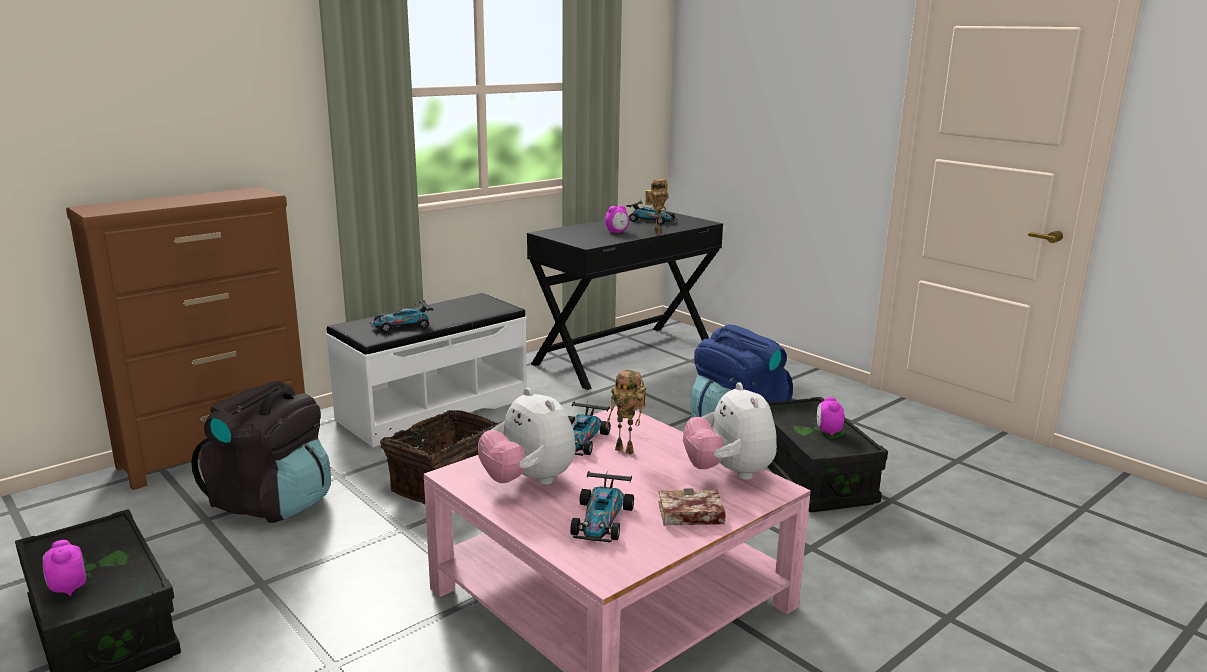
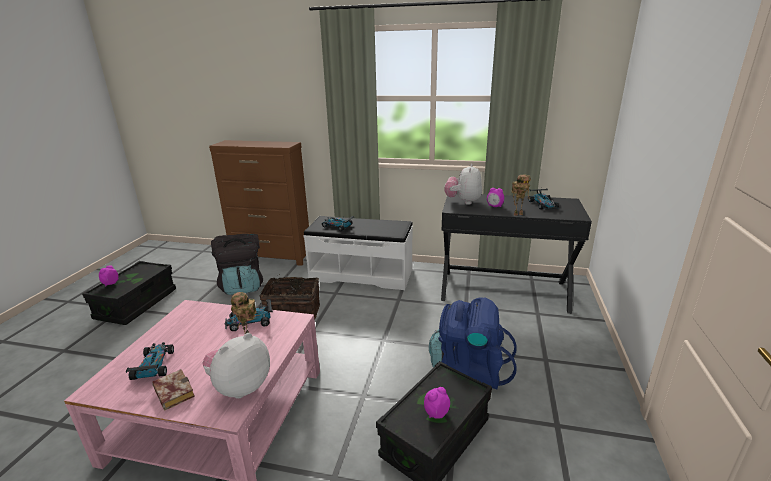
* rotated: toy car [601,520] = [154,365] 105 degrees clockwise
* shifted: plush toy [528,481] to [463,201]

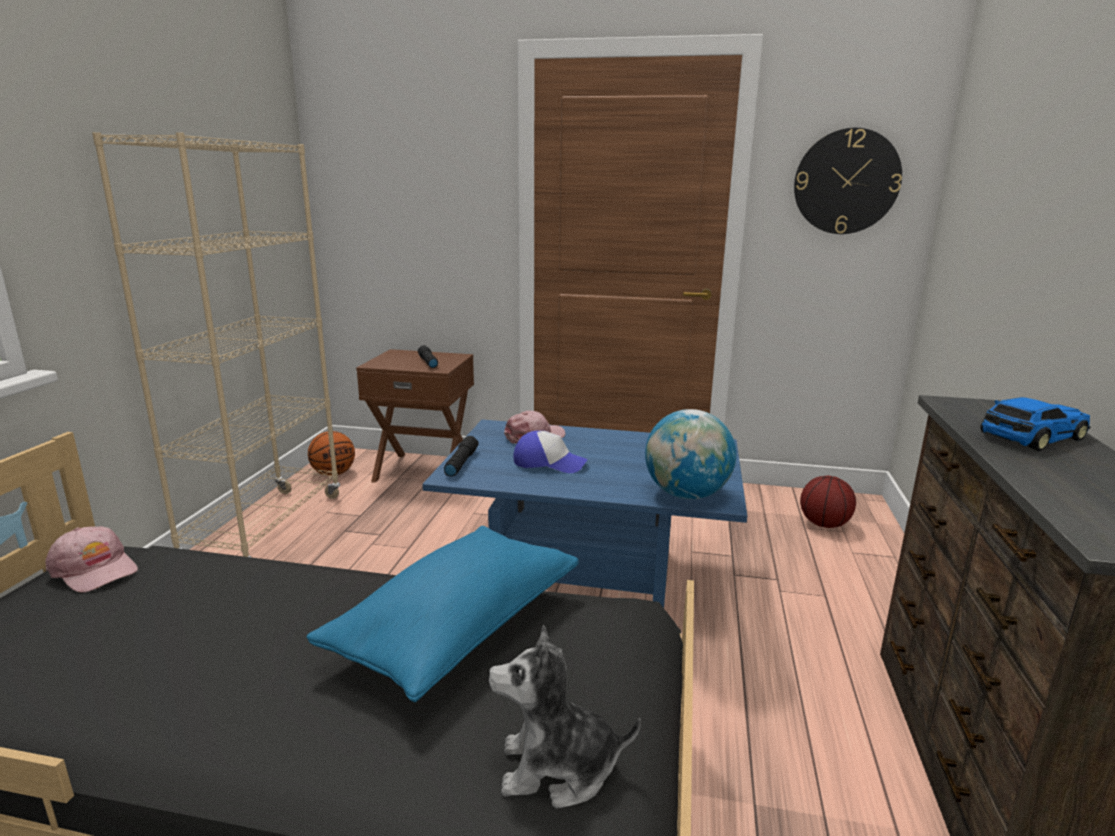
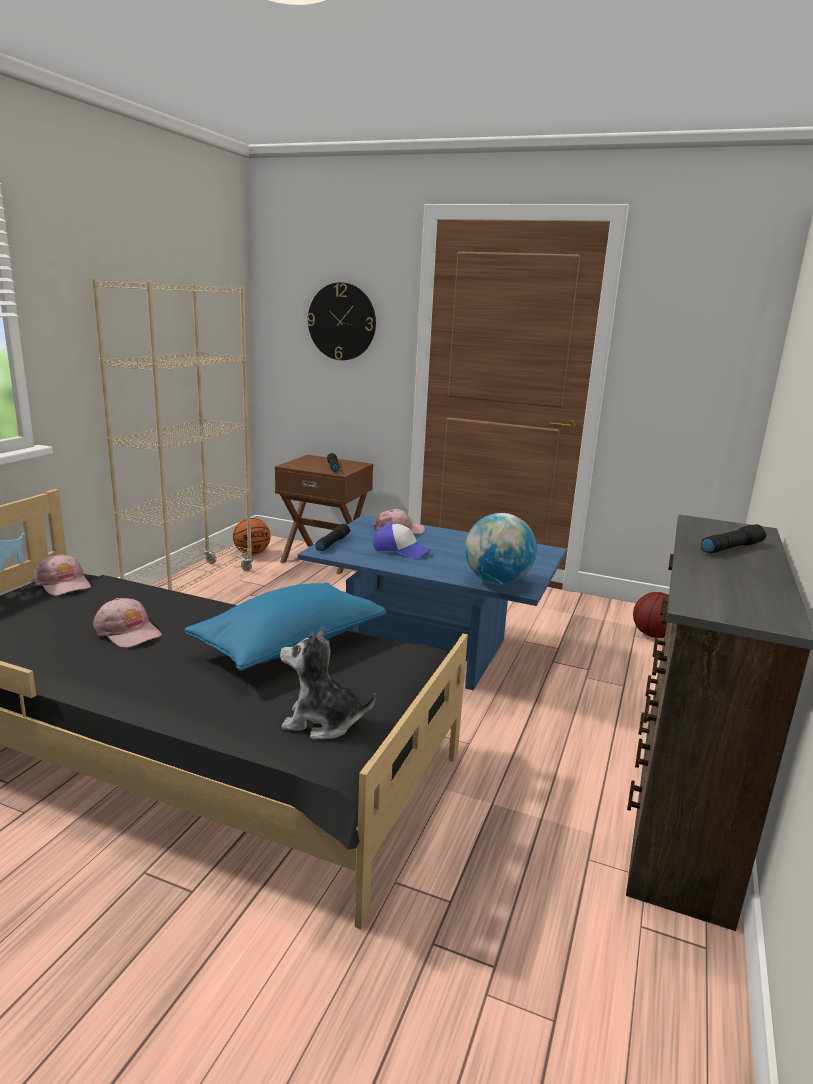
* new: pink cap [128,632]
* shifted: wall clock [846,182] to [342,321]
* swapped: toy car [1030,437] to black flashlight [731,547]

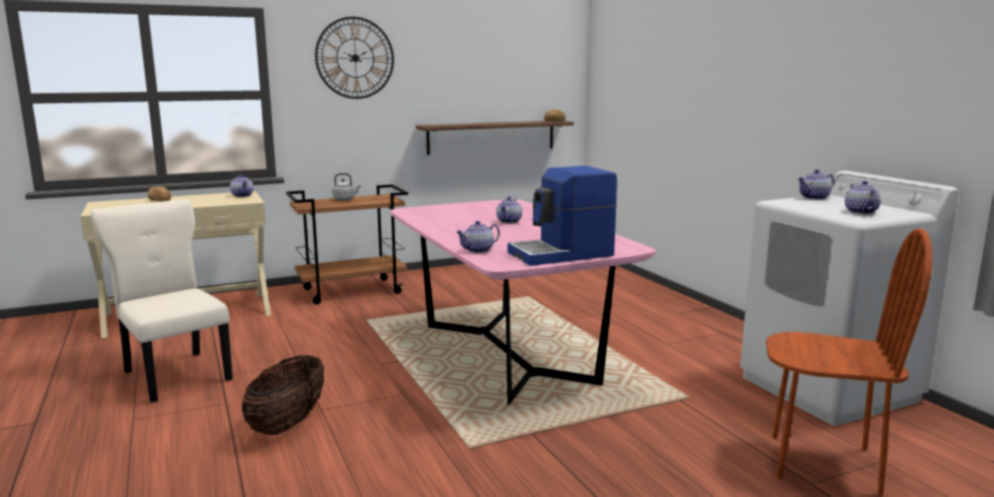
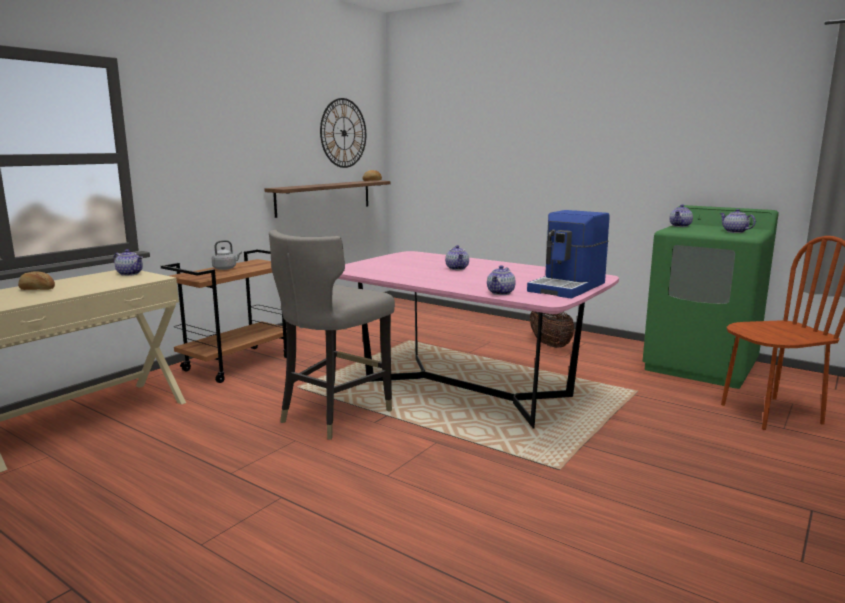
* new: grey stool [333,415]
* shifted: wall clock [355,58] to [343,133]
* shifted: basket [288,423] to [550,344]
* repainted: white washing machine [829,389] to green washing machine [701,366]
* gone: beige chair [176,374]

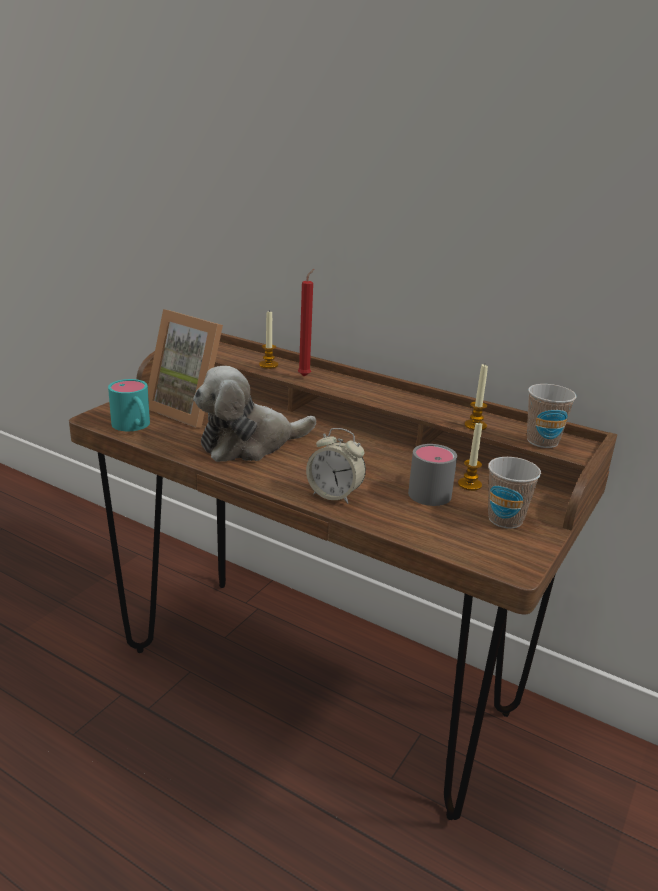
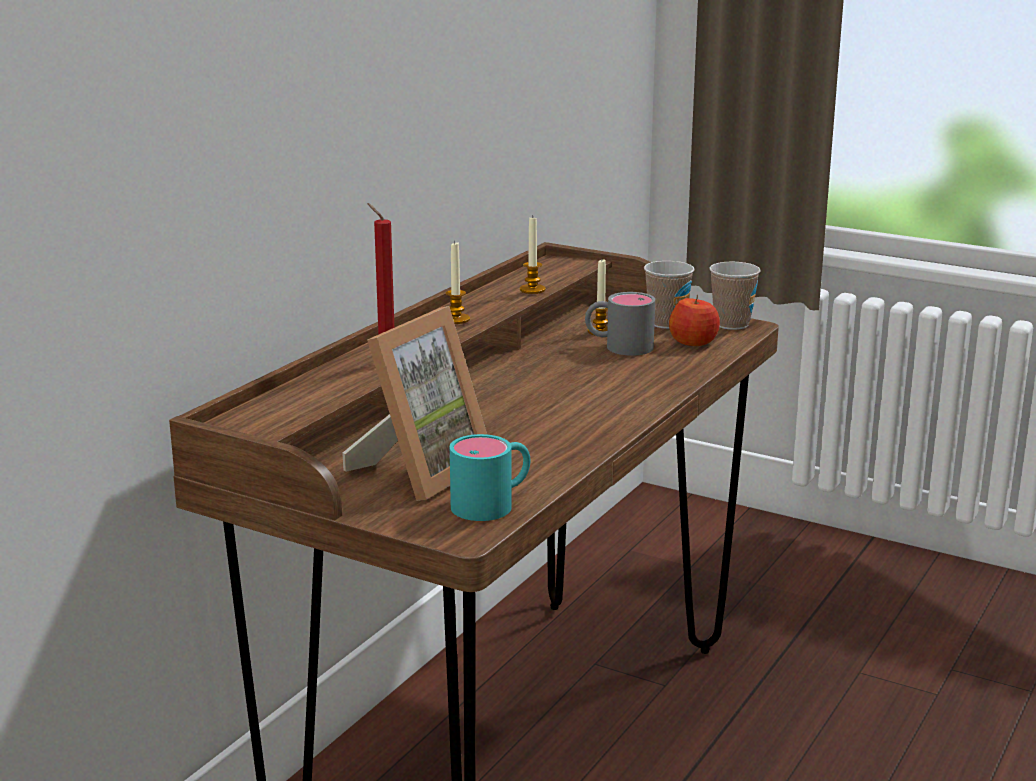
* shifted: candle [268,365] to [456,319]
* new: apple [694,342]
* shifted: cup [542,441] to [731,324]
* gone: plush toy [249,444]
* gone: alarm clock [334,495]

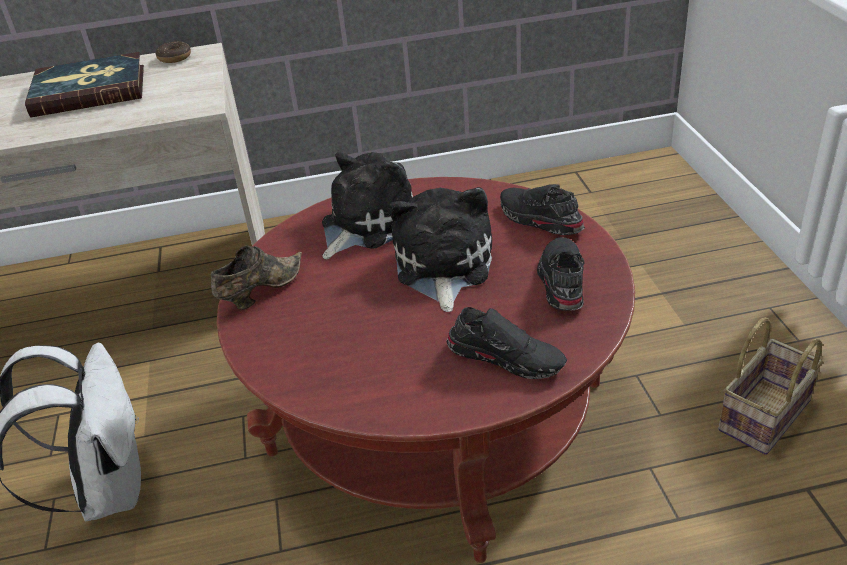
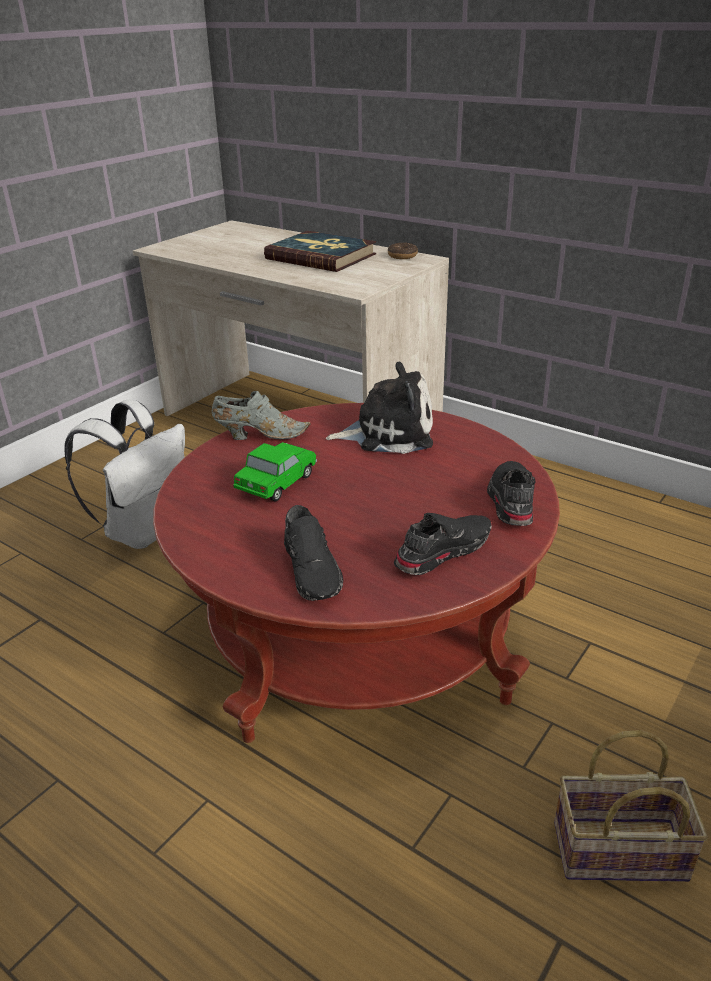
* repainted: brown shoe [260,292] to grey shoe [259,435]
* new: toy car [277,483]
* gone: plush toy [442,267]

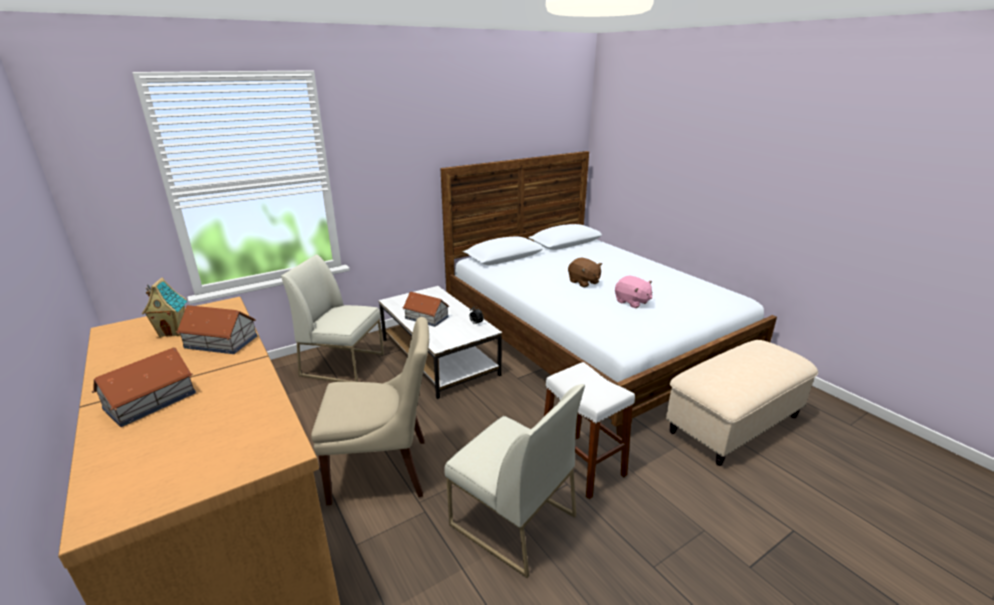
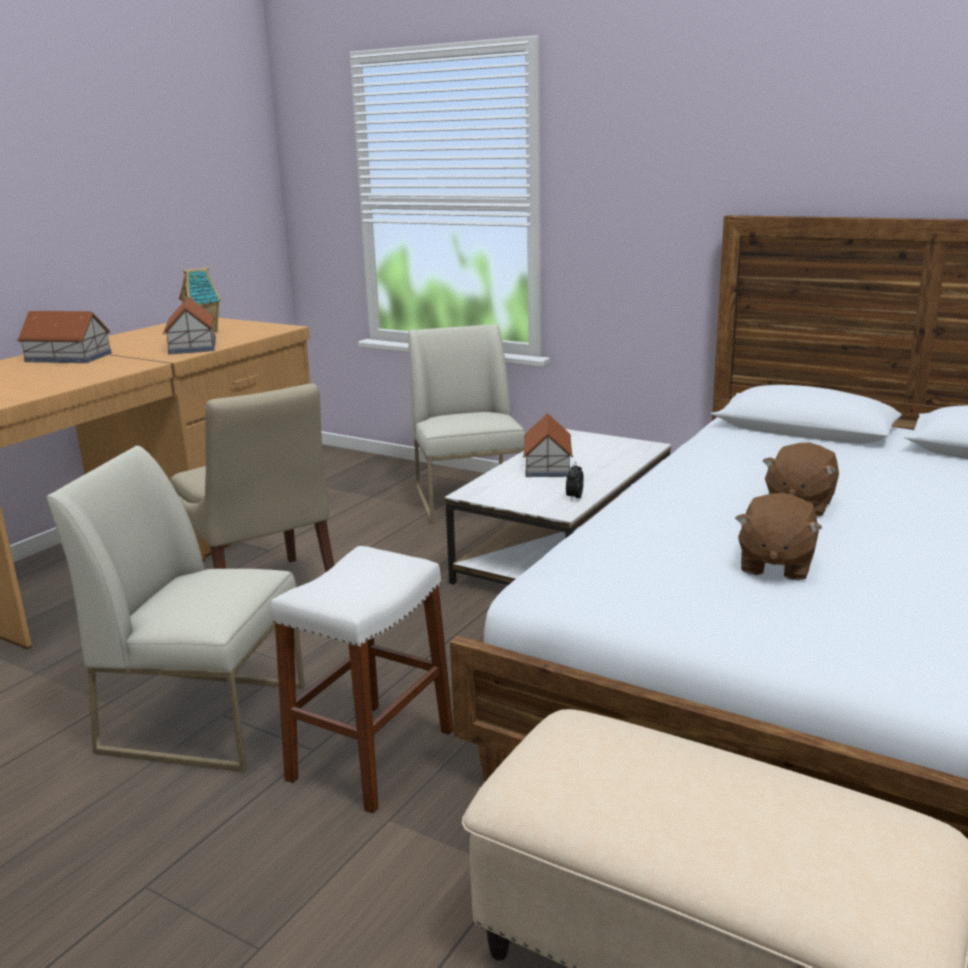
* rotated: white chair [511,520] = [207,717] 90 degrees clockwise
* repainted: pink plush toy [632,302] to brown plush toy [774,565]

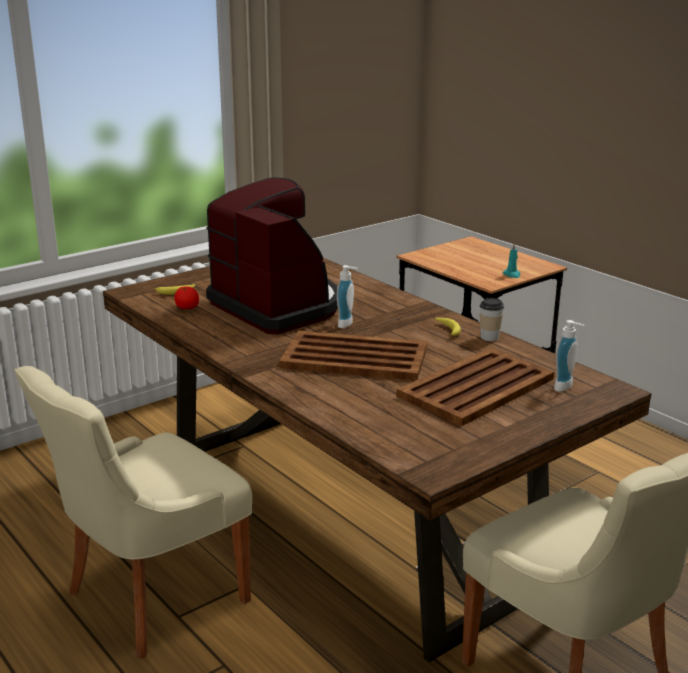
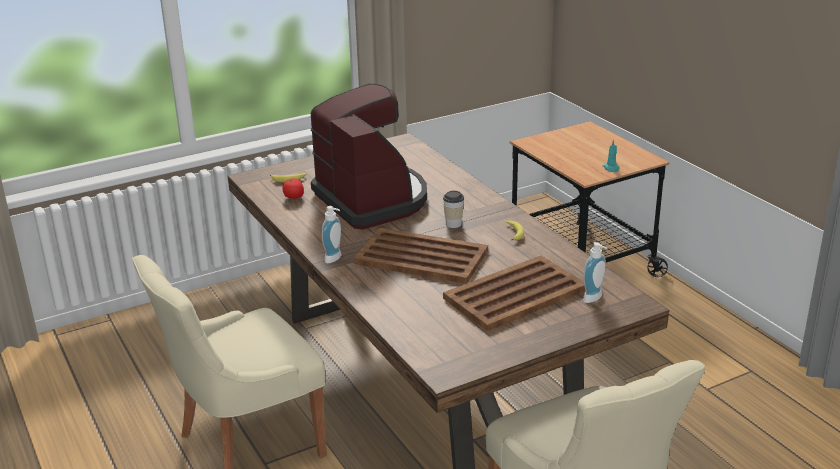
* shifted: soap dispenser [348,324] to [335,259]
* shifted: cup [489,337] to [453,224]

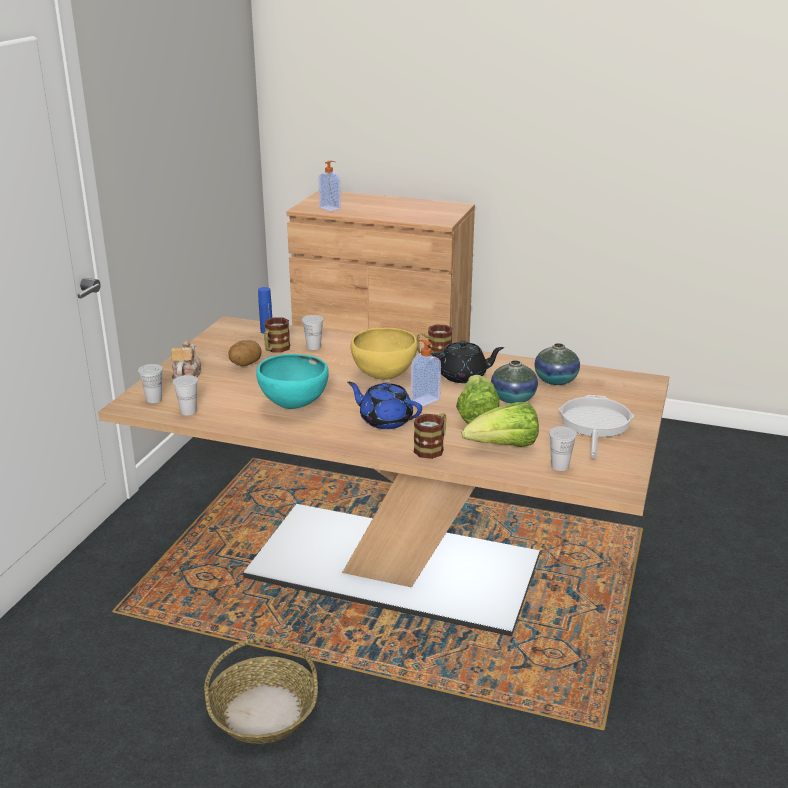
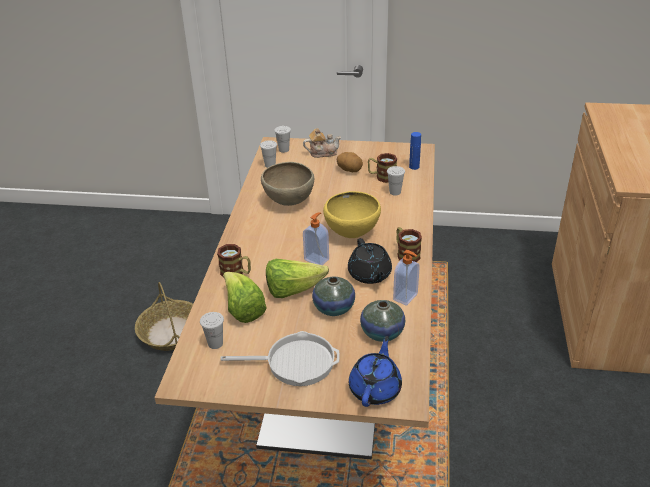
* repainted: turquoise bowl [294,406] to brown bowl [288,202]
* shifted: blue teapot [385,420] to [375,388]
* shifted: soap dispenser [330,208] to [406,297]

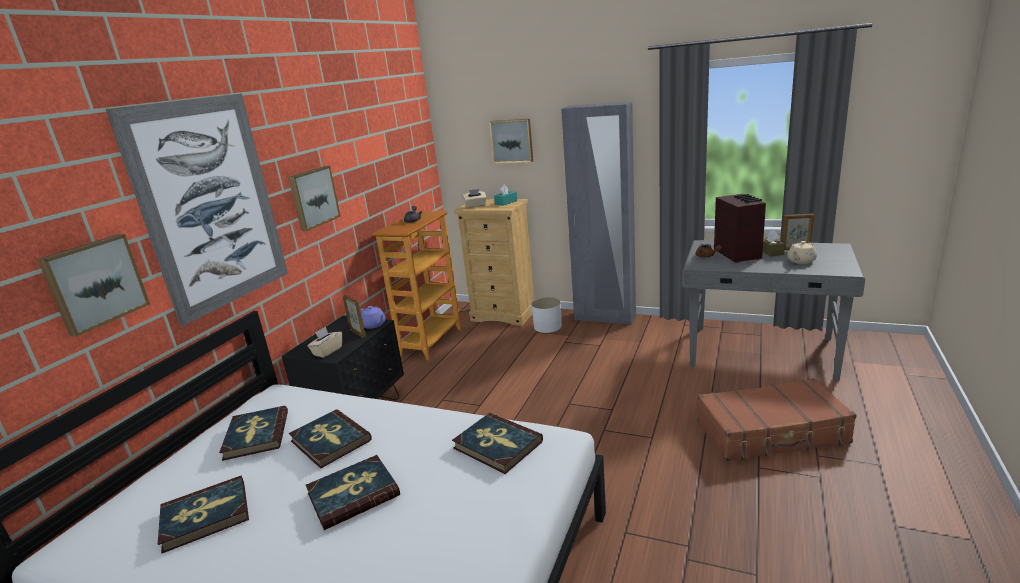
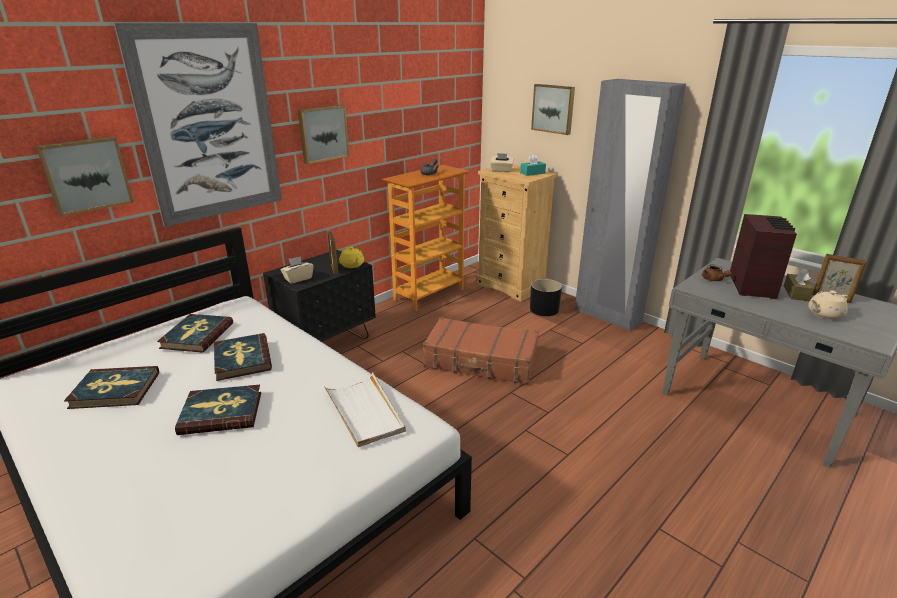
* swapped: book [497,445] to white tray [365,412]
* repainted: purple teapot [374,325] to yellow teapot [352,265]
* shifted: brown suitcase [772,433] to [481,361]
* repainted: white planter [547,326] to black planter [544,309]

